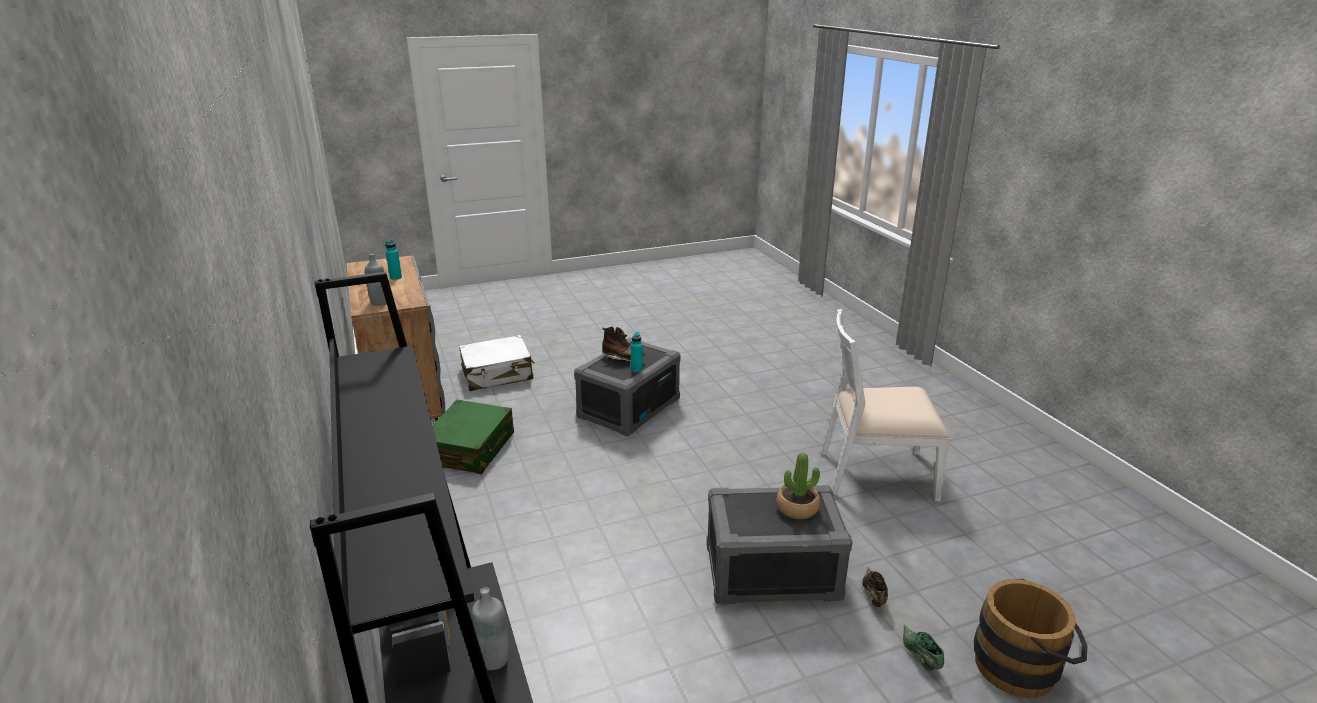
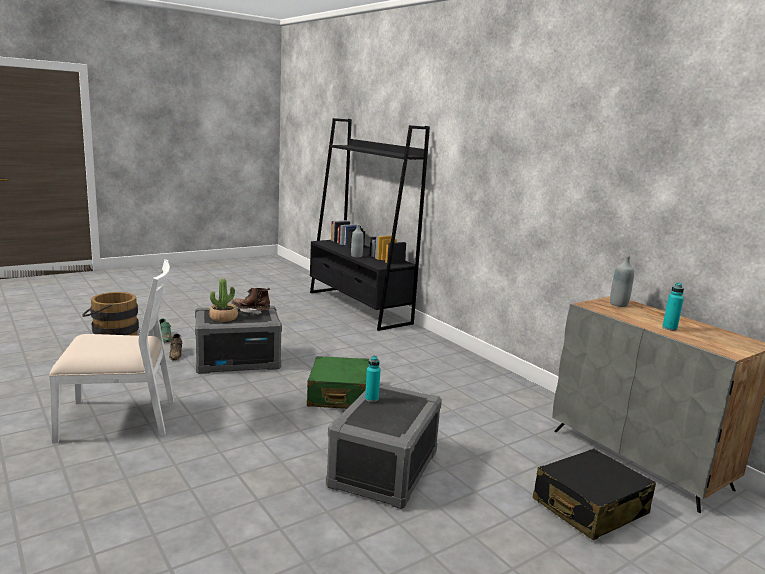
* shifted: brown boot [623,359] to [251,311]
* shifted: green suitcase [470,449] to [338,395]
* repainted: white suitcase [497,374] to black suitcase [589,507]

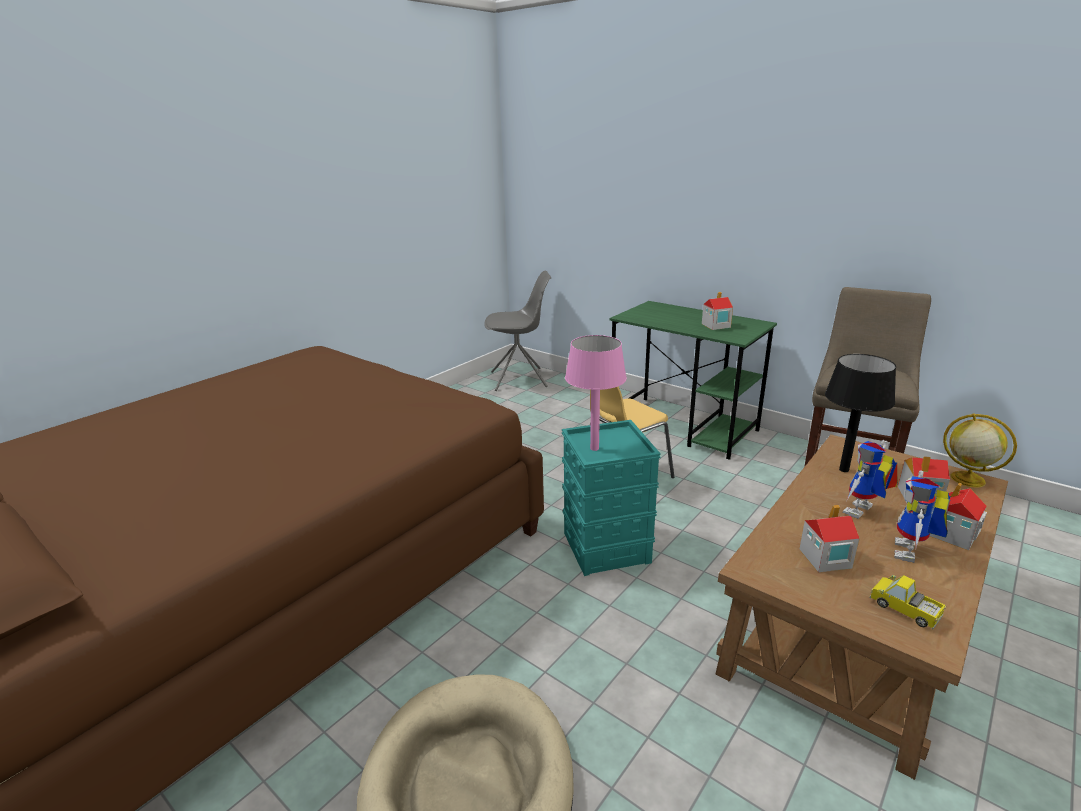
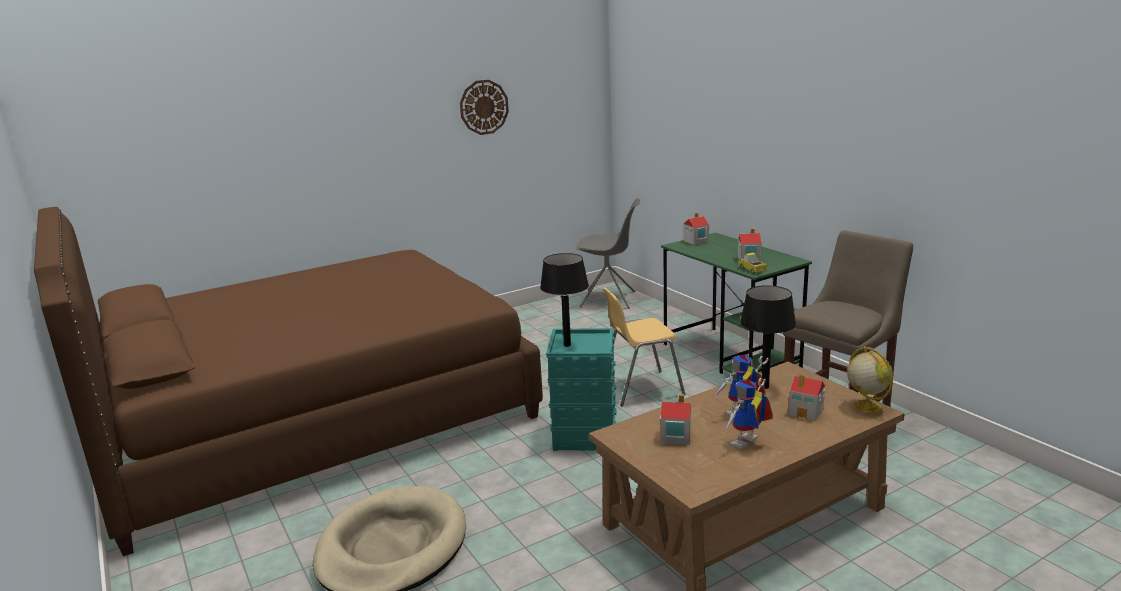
* new: wall clock [484,107]
* repainted: pink table lamp [594,448] to black table lamp [567,345]
* shifted: toy house [953,535] to [695,241]
* shifted: toy truck [904,609] to [752,270]

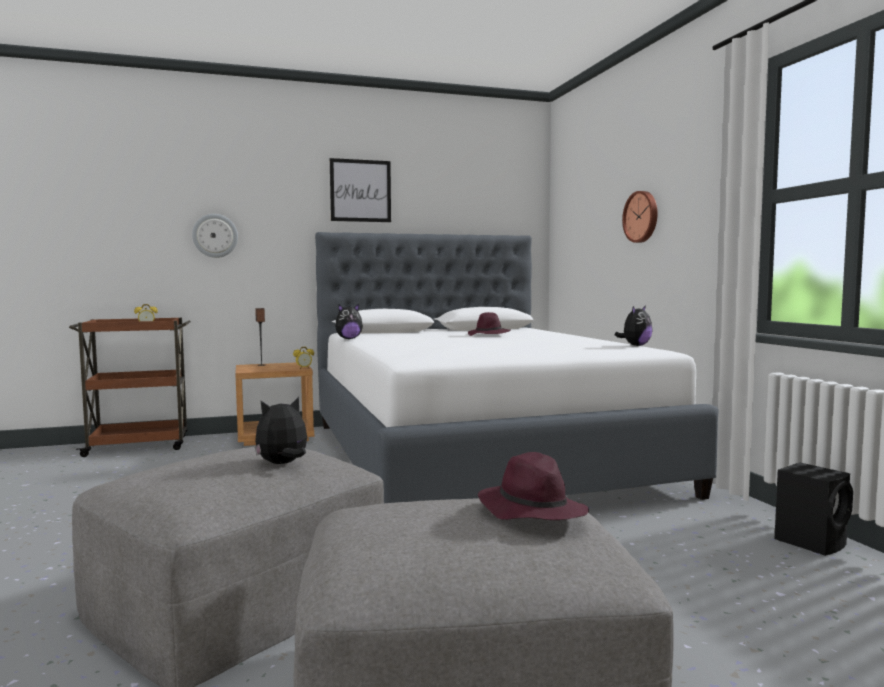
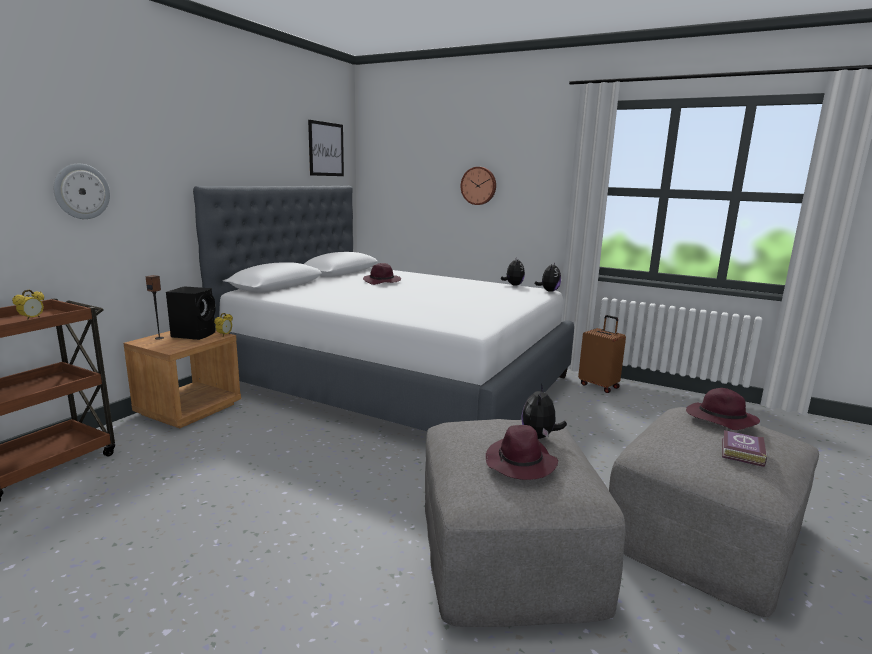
* shifted: black speaker [812,542] to [195,334]
* shifted: picture [360,191] to [326,149]
* new: purple hat [521,463]
* shifted: plush toy [348,339] to [548,291]
* new: brown suitcase [599,386]
* new: book [741,452]

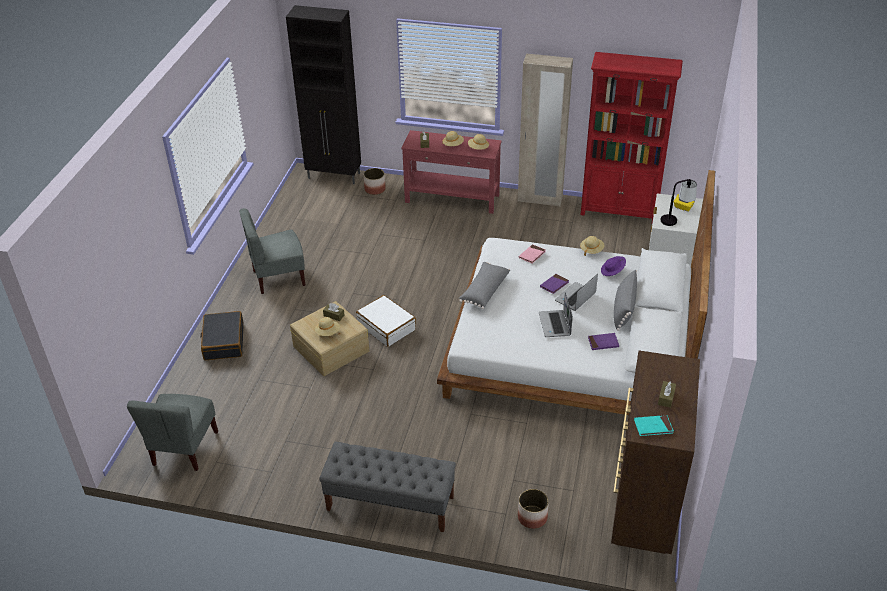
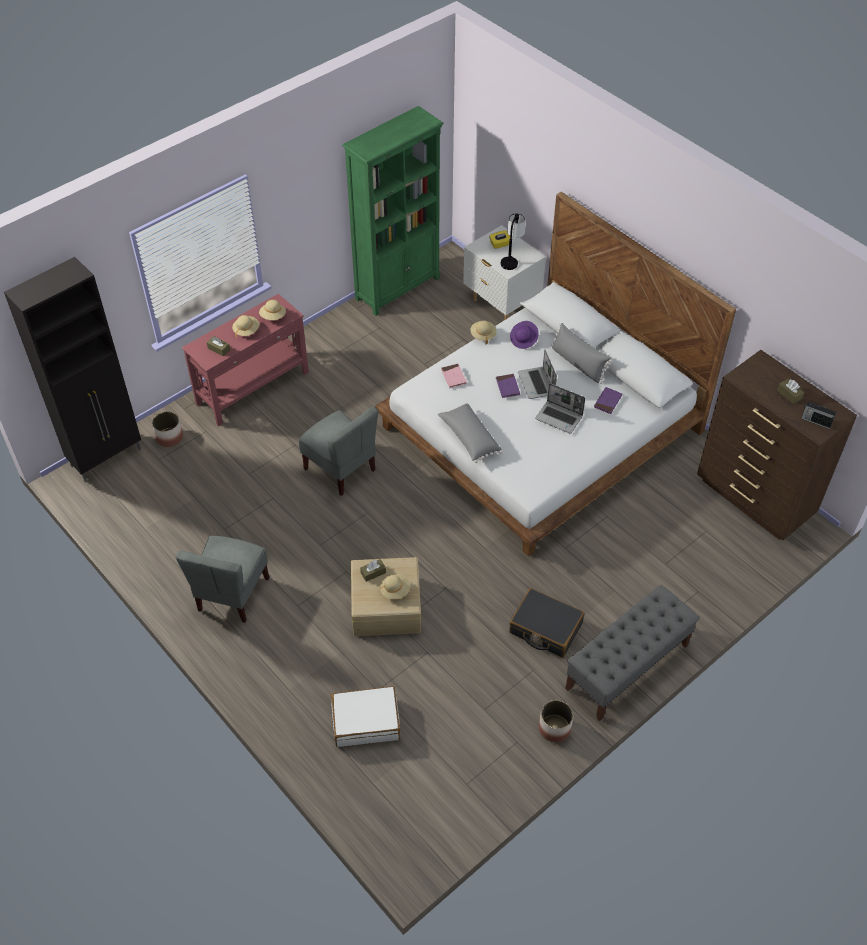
* shifted: grey chair [184,449] to [341,469]
* shifted: white suitcase [386,327] to [366,721]
* repainted: red bookcase [619,211] to green bookcase [398,288]
* shifted: black suitcase [223,342] to [545,628]
* shifted: planter [532,517] to [554,728]
* swapped: turquoise book [653,427] to radio [815,421]
* gone: beige wardrobe [540,199]

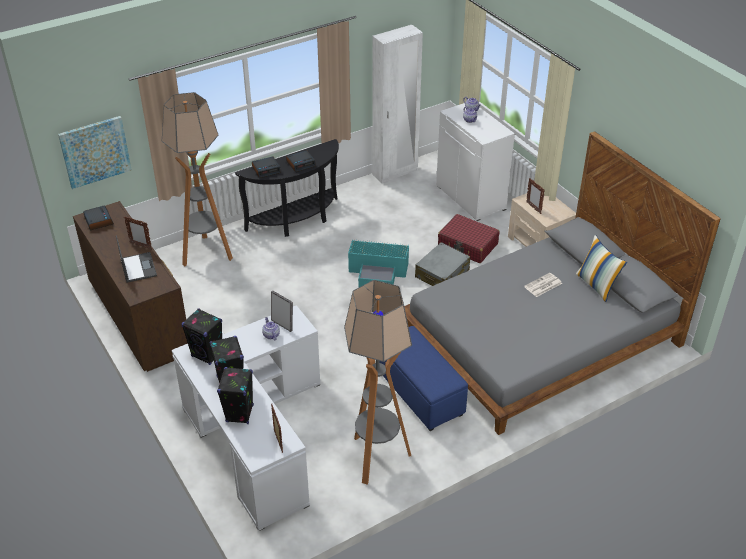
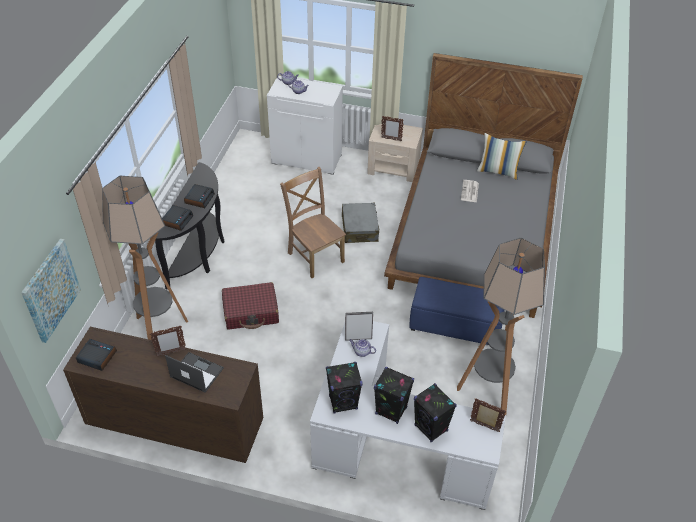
* shifted: red suitcase [468,245] to [251,312]
* swapped: turquoise storage box [378,272] to brown chair [315,255]
* gone: white wardrobe [395,173]

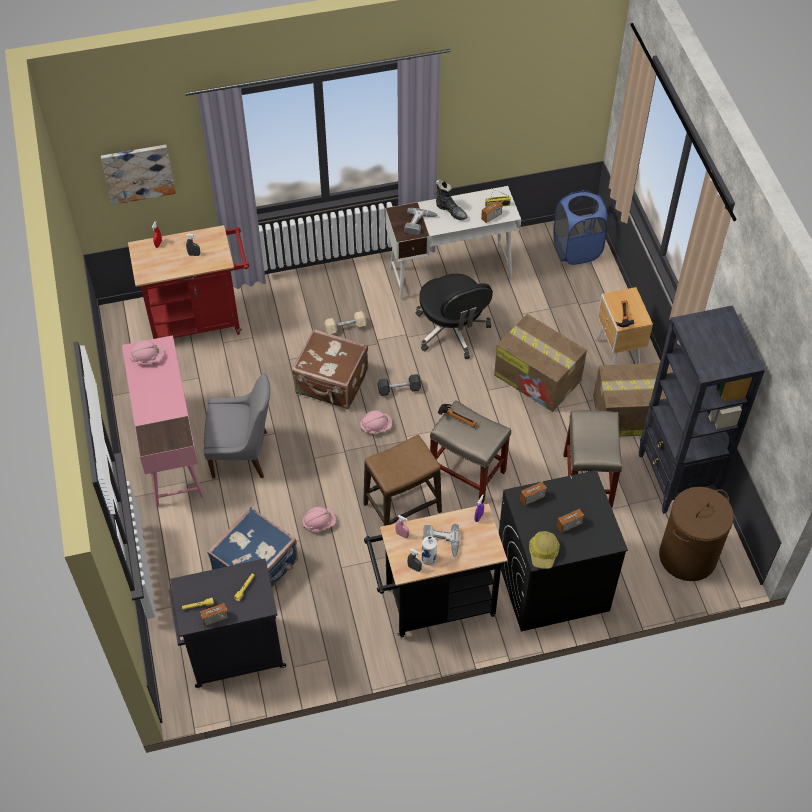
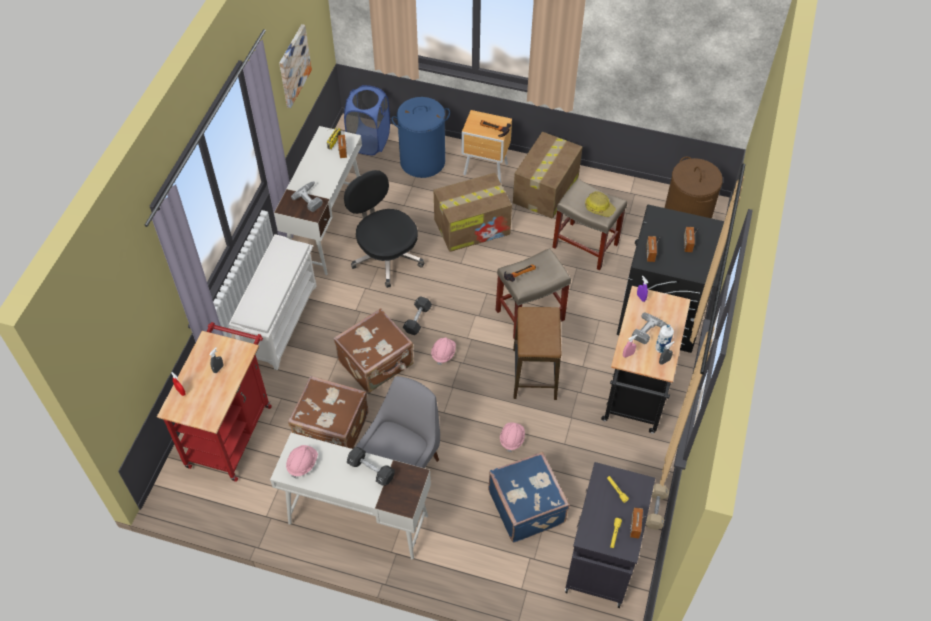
* new: white shoe rack [280,321]
* repainted: pink desk [170,449] to white desk [357,519]
* shifted: picture [138,173] to [293,66]
* new: brown suitcase [331,429]
* rotated: black office chair [452,331] = [386,256] 135 degrees counterclockwise
* new: black dumbbell [371,470]
* new: blue laundry basket [422,161]
* shifted: hard hat [543,552] to [599,207]
* shifted: beige dumbbell [345,328] to [655,510]
* gone: black boot [451,211]
* gone: black bookcase [676,479]

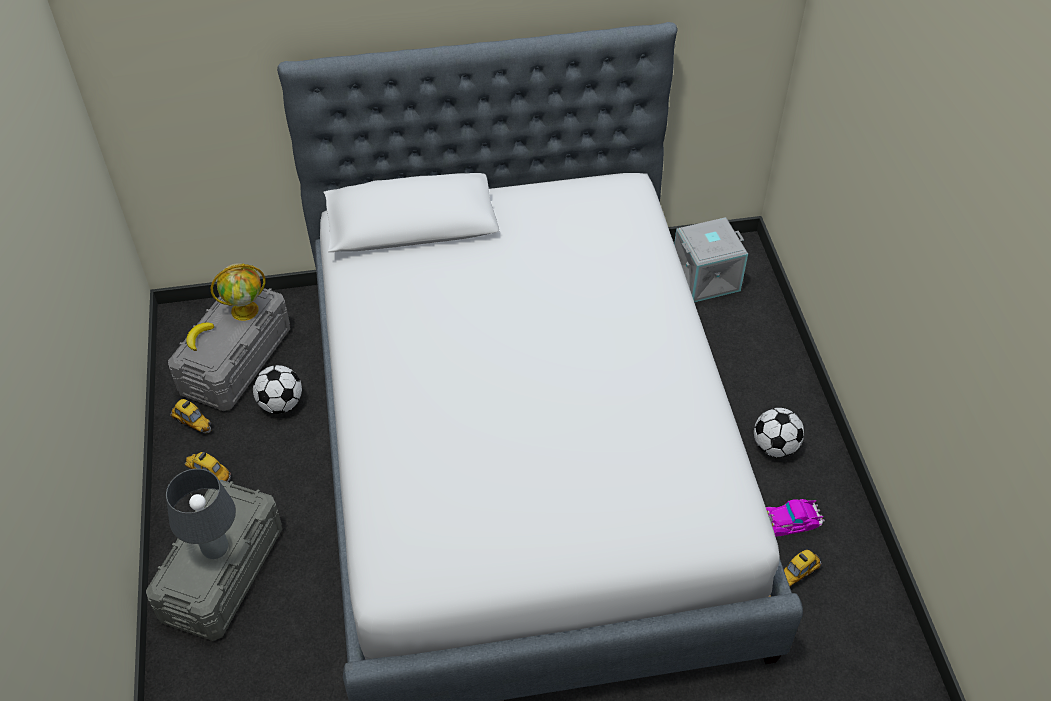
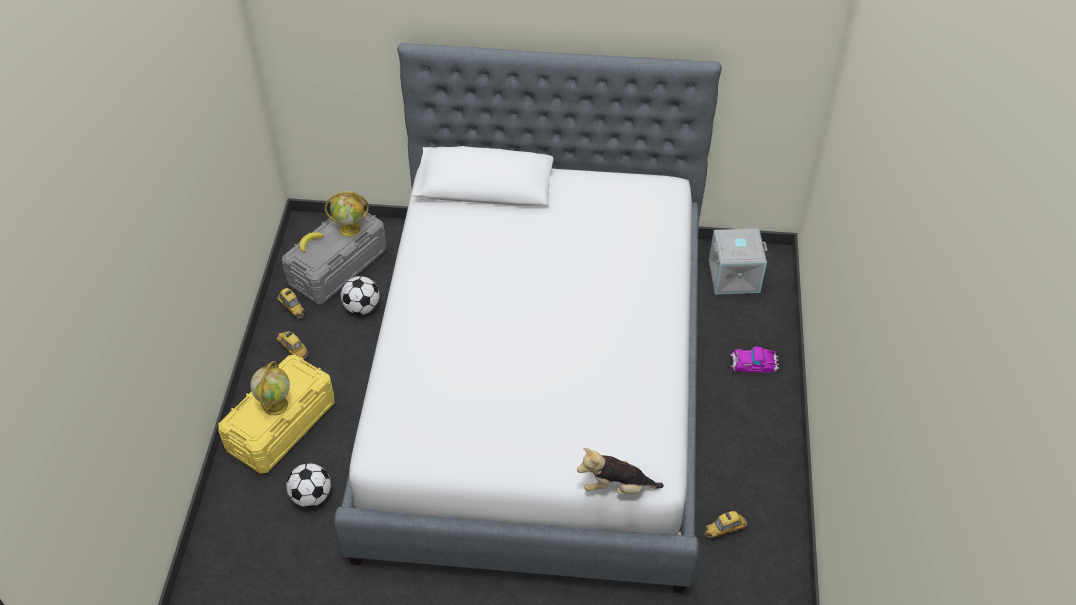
* repainted: grey storage box [223,573] to yellow storage box [282,426]
* swapped: grey table lamp [215,549] to globe [275,404]
* shifted: football [774,446] to [311,496]
* new: plush toy [616,487]
* shifted: toy car [791,520] to [754,363]

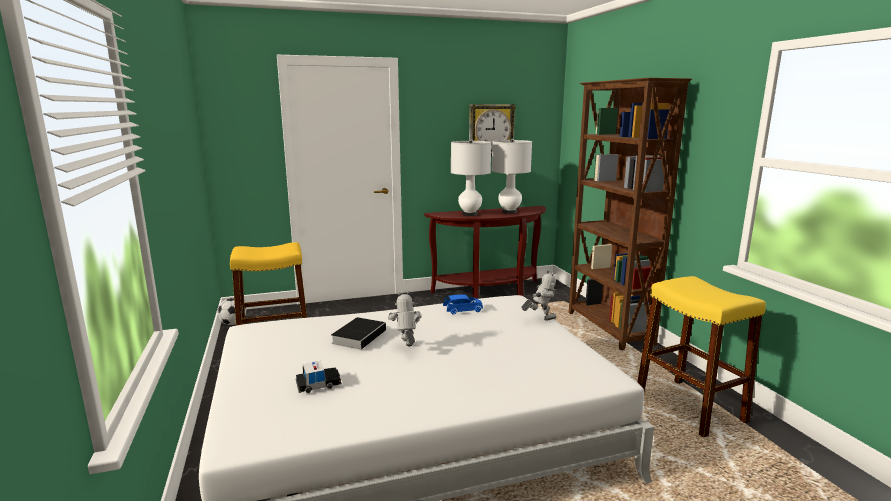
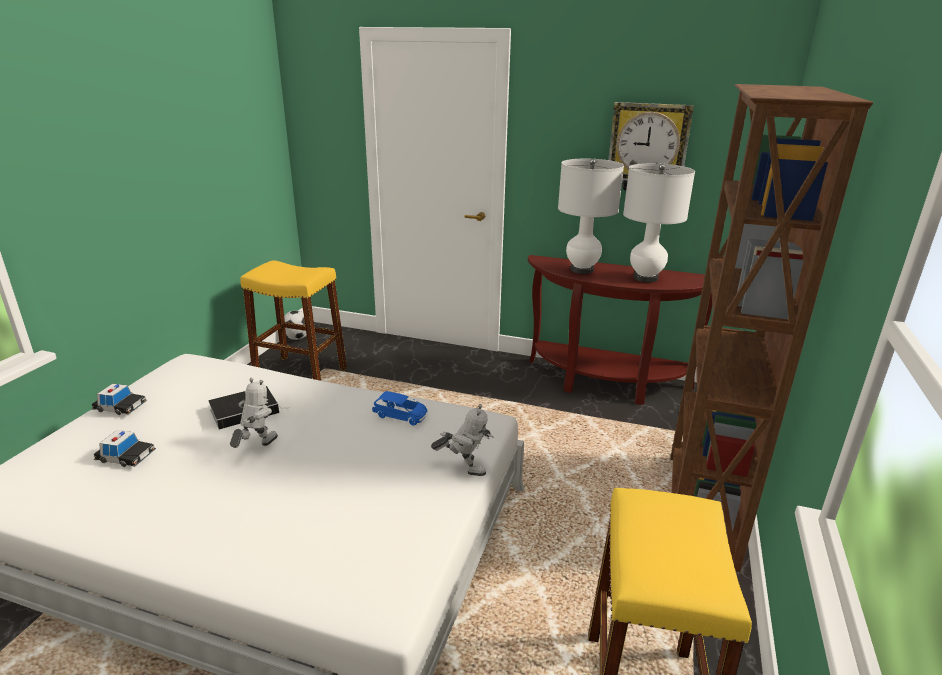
* new: toy car [120,406]

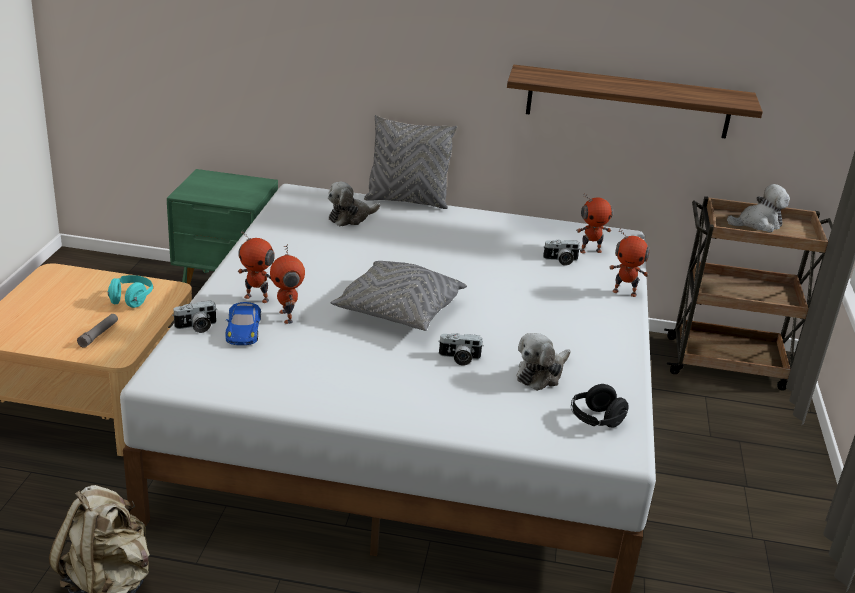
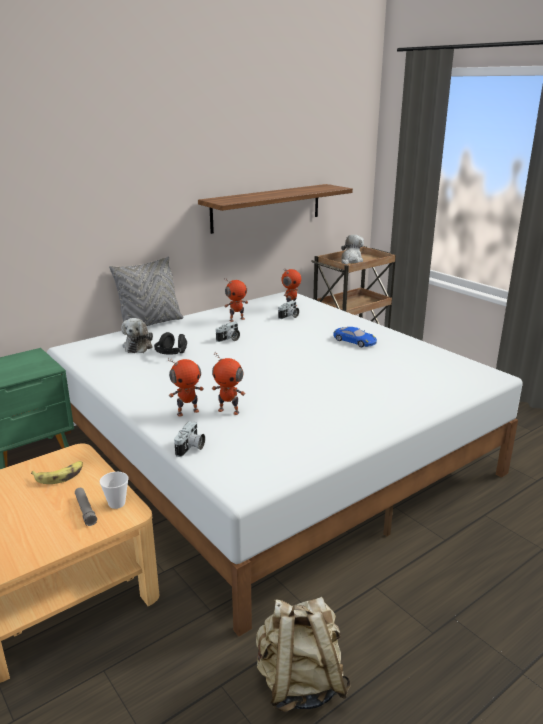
* swapped: turquoise headphones [131,300] to banana [60,476]
* new: cup [117,503]
* shifted: black headphones [596,420] to [171,354]
* shifted: photo camera [459,358] to [229,339]
* shifted: toy robot [624,292] to [236,319]
* shifted: blue toy car [243,329] to [354,341]
* gone: grey pillow [398,312]
* gone: plush toy [541,374]

